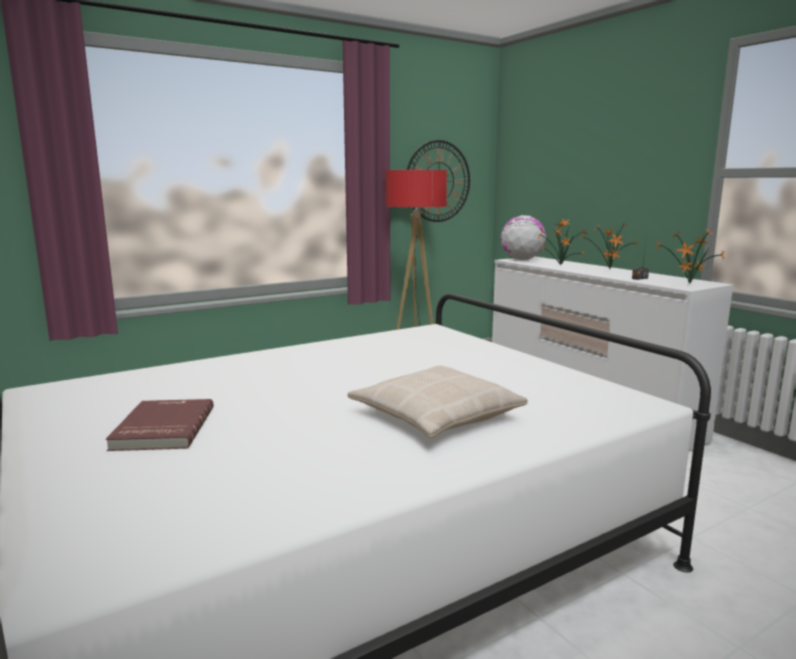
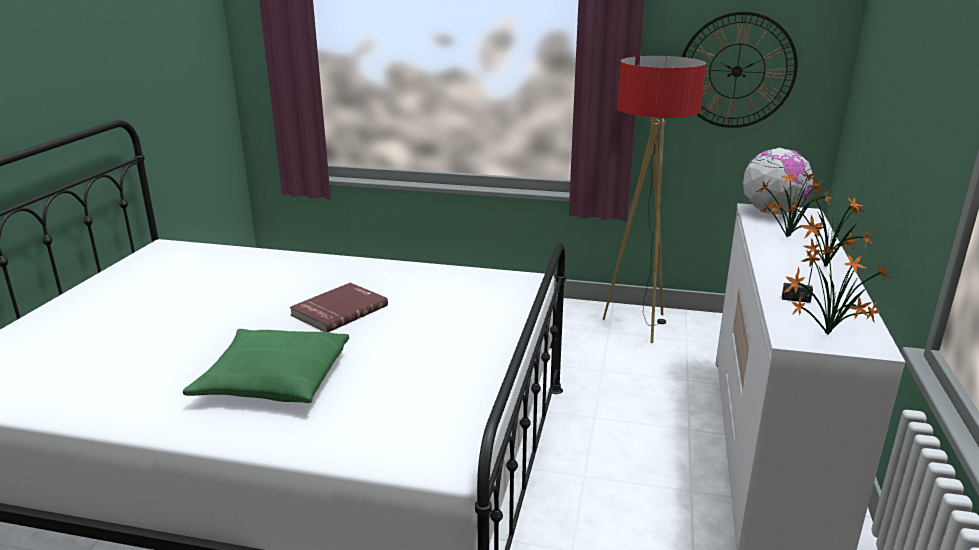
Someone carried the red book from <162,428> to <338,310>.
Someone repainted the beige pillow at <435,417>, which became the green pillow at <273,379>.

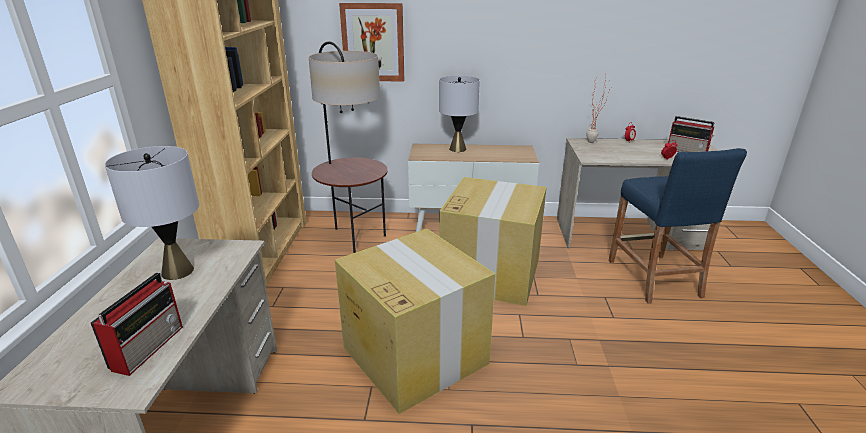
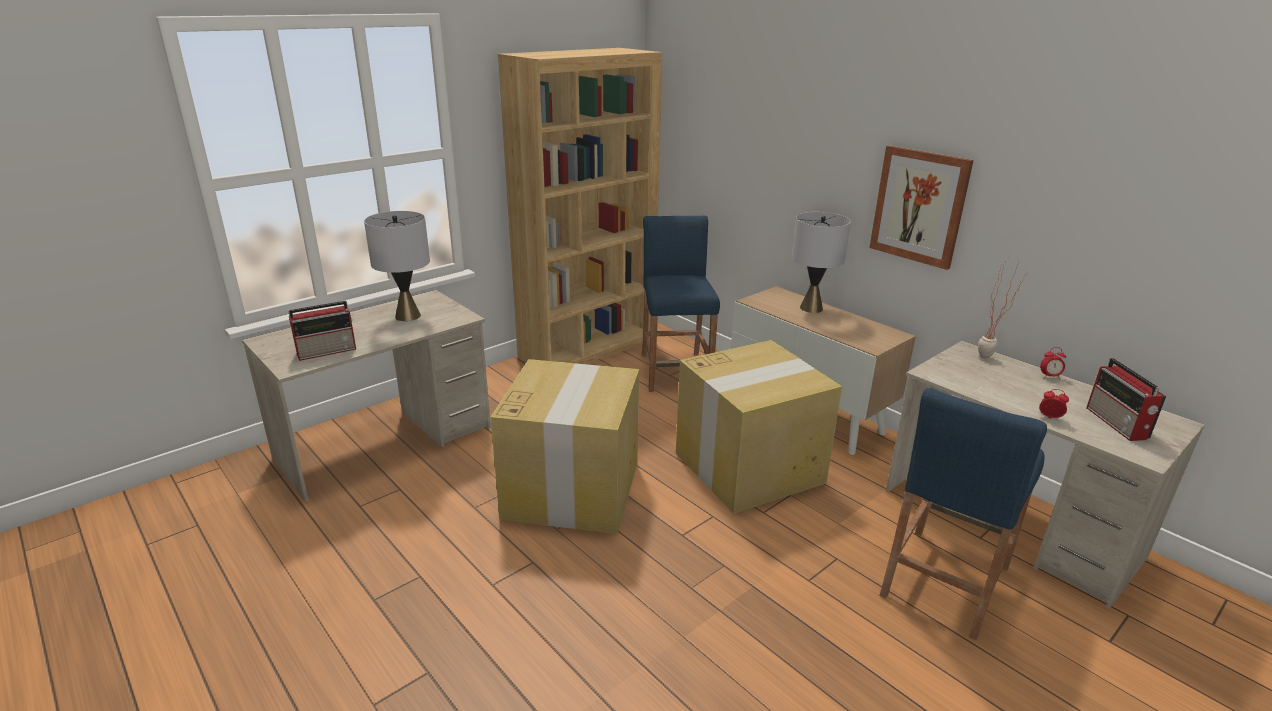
Someone swapped the floor lamp at <355,237> for the blue stool at <675,371>.
Someone carried the picture from <373,42> to <919,206>.

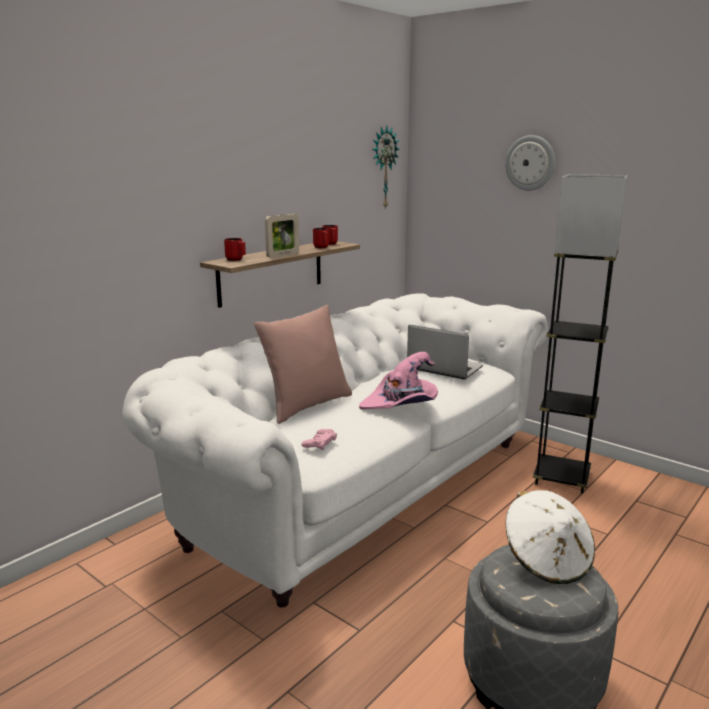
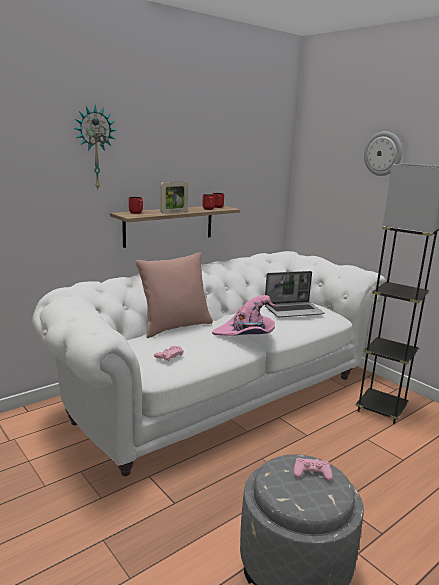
Someone carried the wall clock from <383,167> to <94,148>.
Someone rotated the laptop at <443,368> by 120 degrees clockwise.
Someone swapped the white hat at <547,561> for the pink game controller at <312,472>.

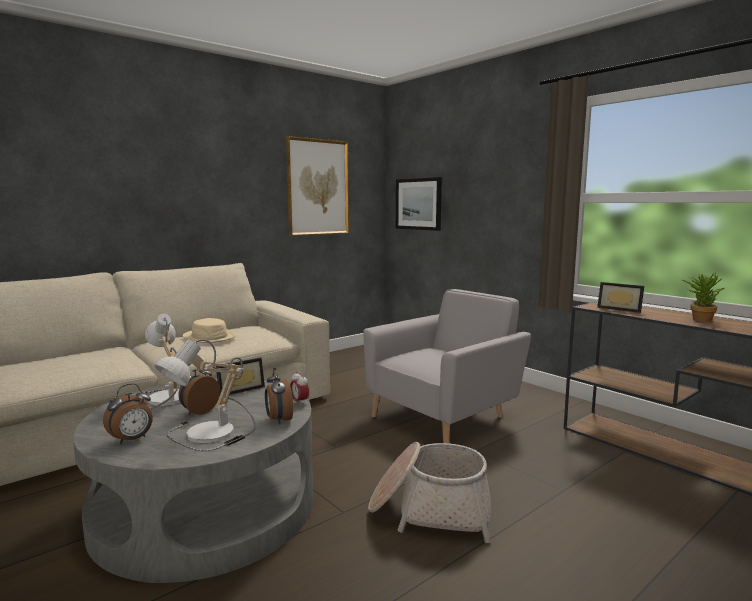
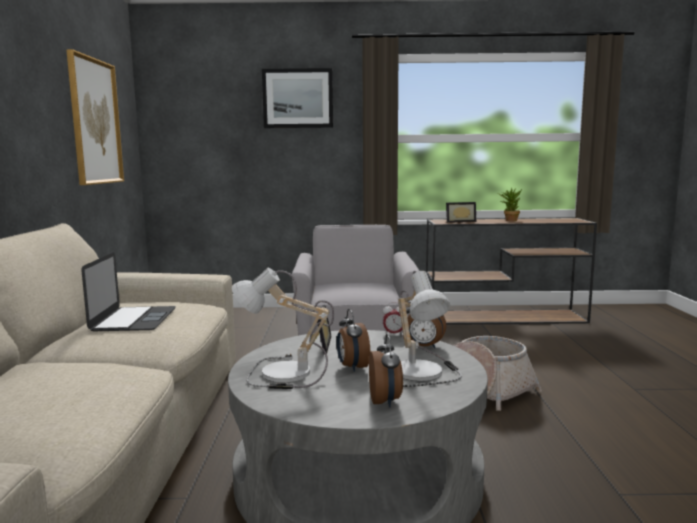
Someone swapped the beige hat at <210,337> for the laptop at <134,319>.
Someone carried the picture from <418,204> to <298,98>.

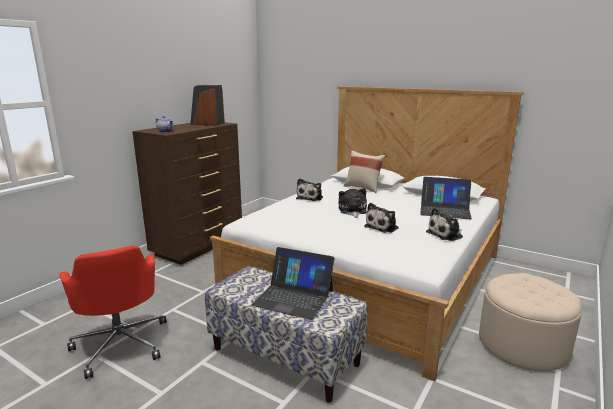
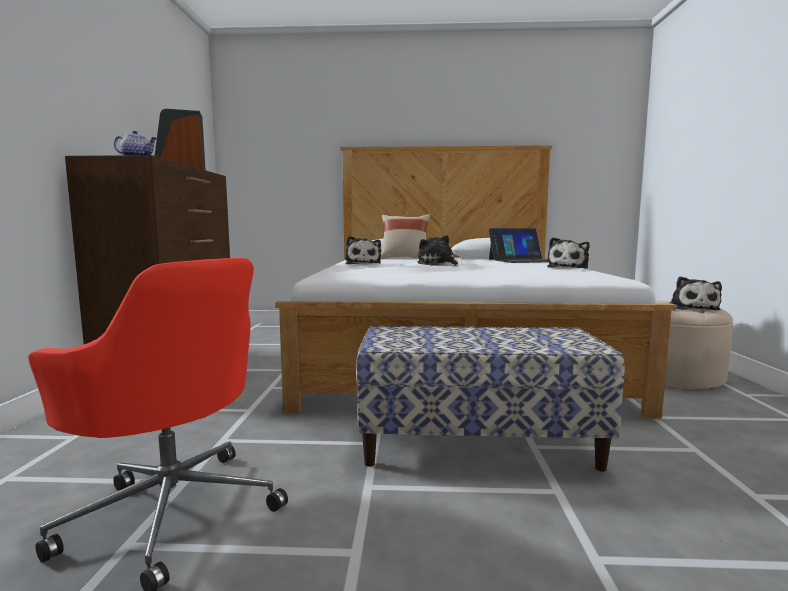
Someone took away the laptop at <293,297>.
Someone carried the plush toy from <383,227> to <692,308>.

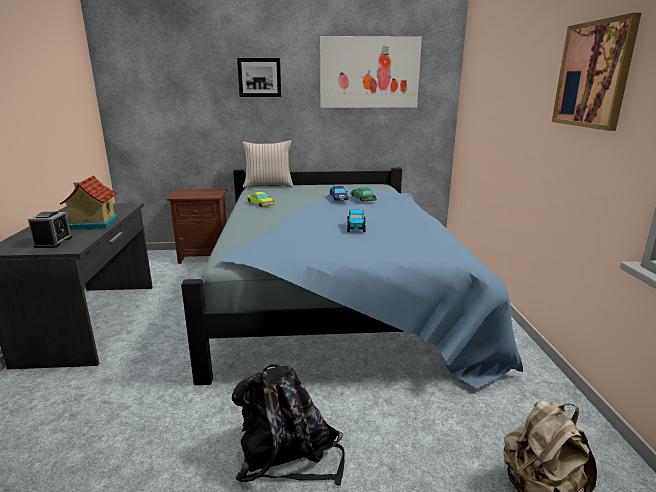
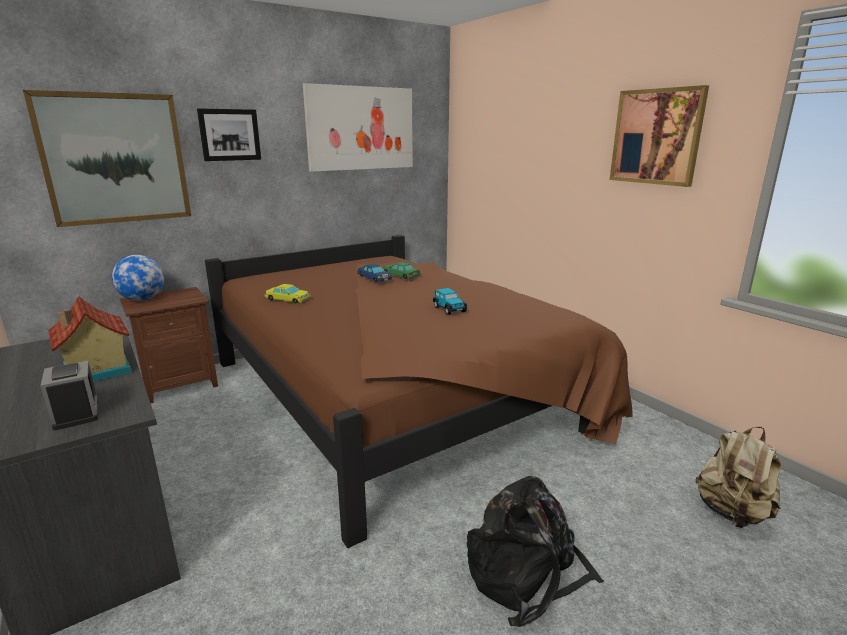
Someone repainted the blue bed at <336,297>, which became the brown bed at <400,394>.
Someone took away the beige pillow at <268,186>.
Someone put up the picture at <115,159>.
Someone put down the globe at <142,299>.

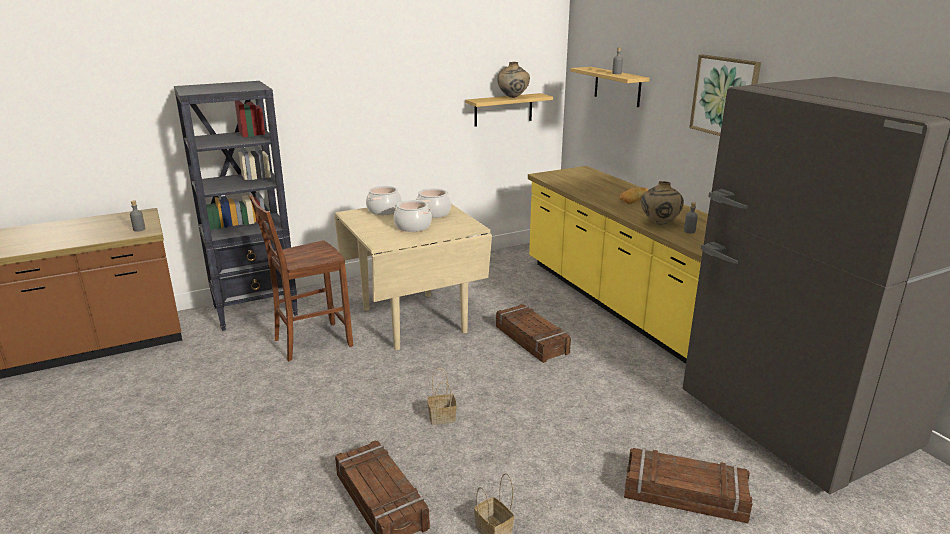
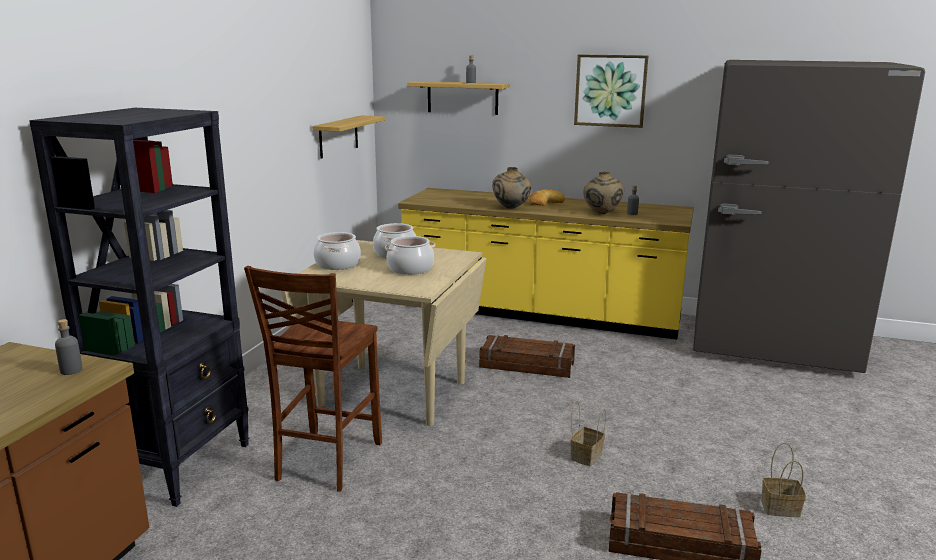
Someone carried the beige vase from <513,97> to <511,208>.
Someone took away the crate at <684,495>.

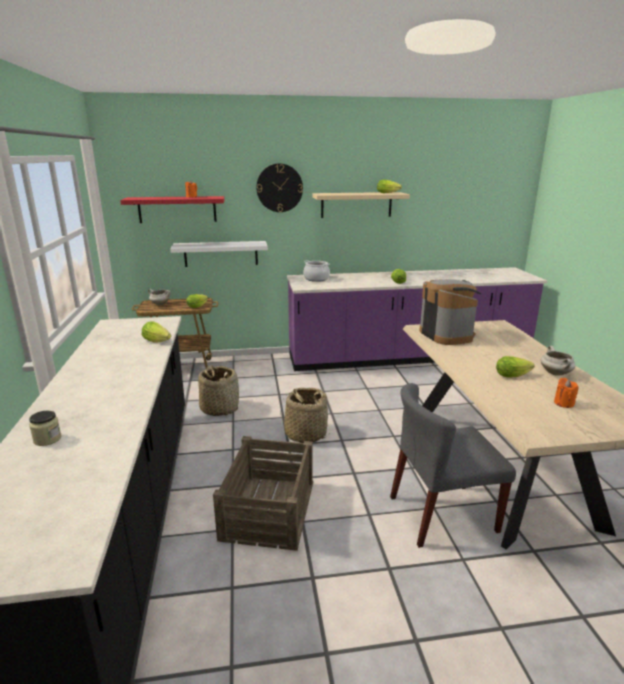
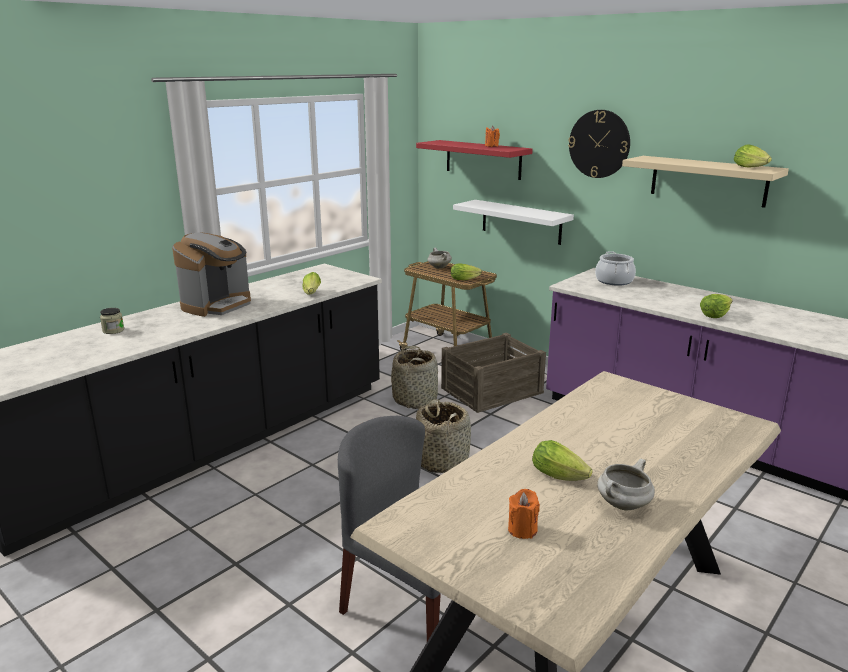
Someone carried the crate from <267,510> to <491,390>.
Someone carried the coffee machine from <446,335> to <217,305>.

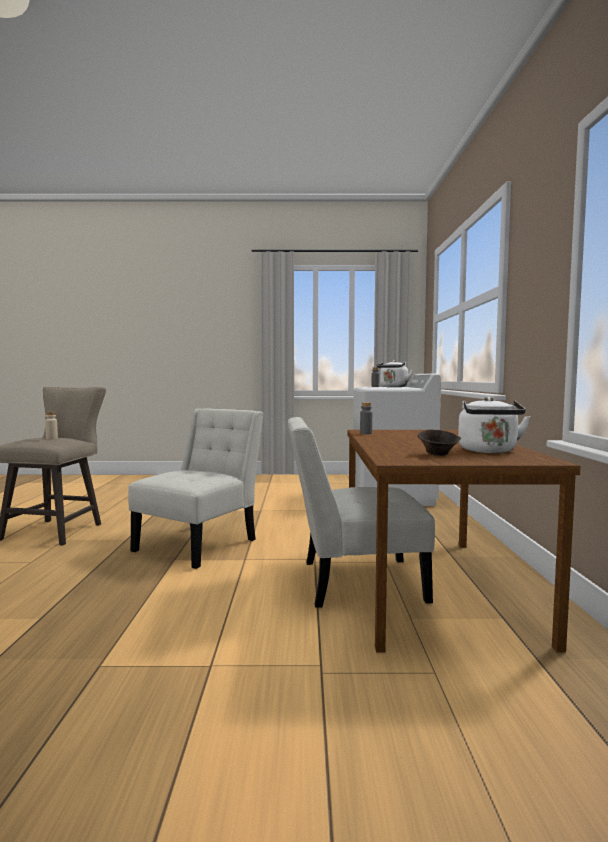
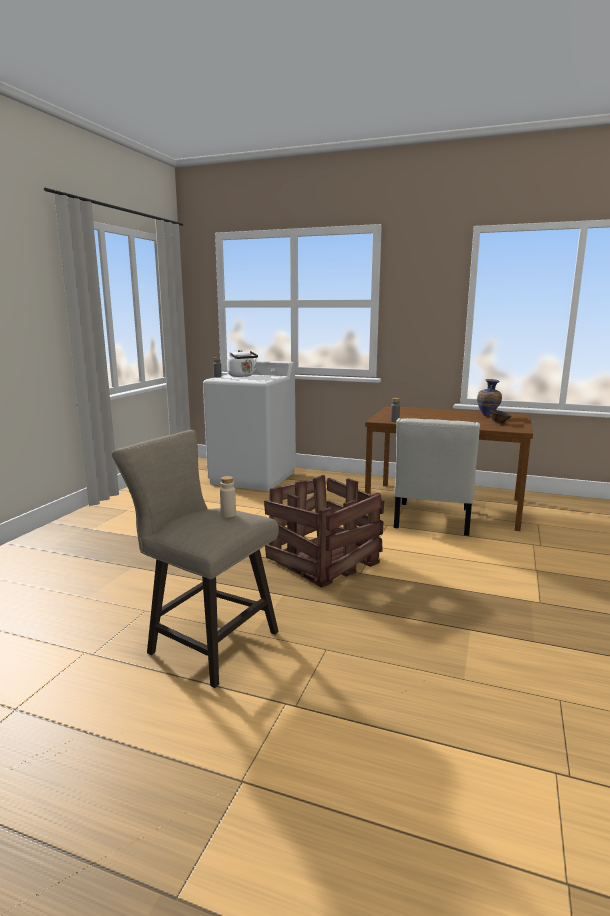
Someone swapped the white chair at <200,543> for the crate at <324,560>.
Someone swapped the white kettle at <489,451> for the vase at <488,416>.

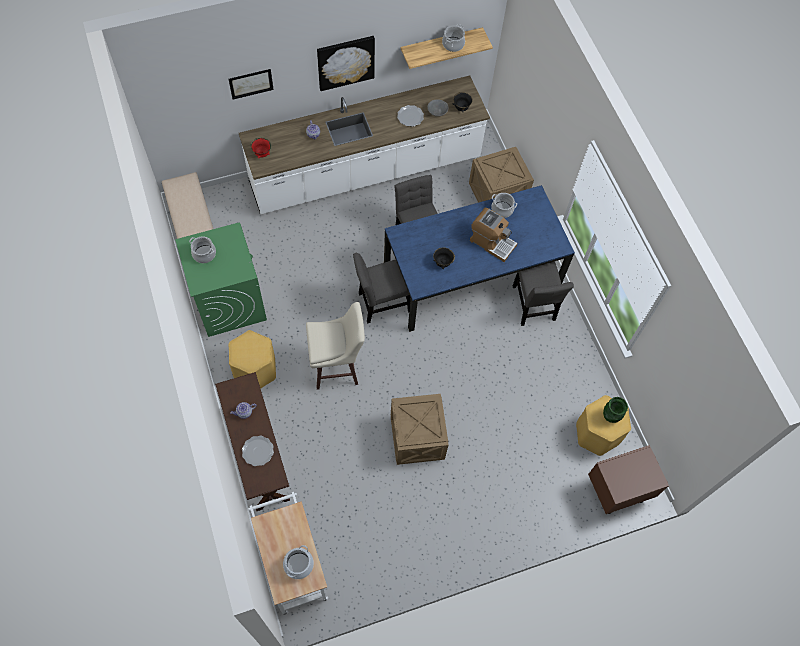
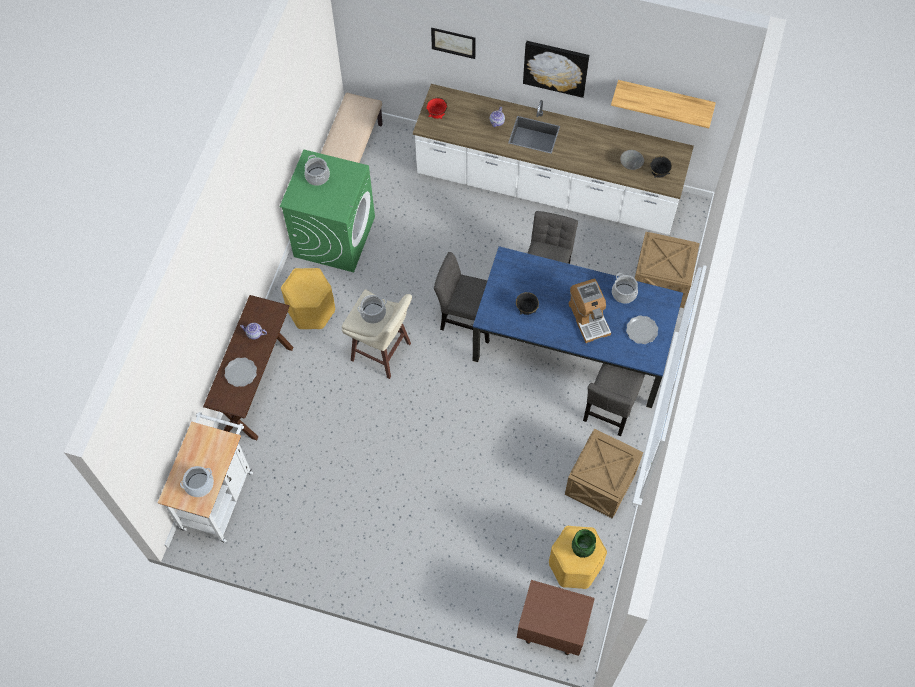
Someone carried the crate from <417,438> to <600,483>.
Someone carried the plate from <410,116> to <642,330>.
Someone carried the cooking pot from <453,44> to <373,313>.

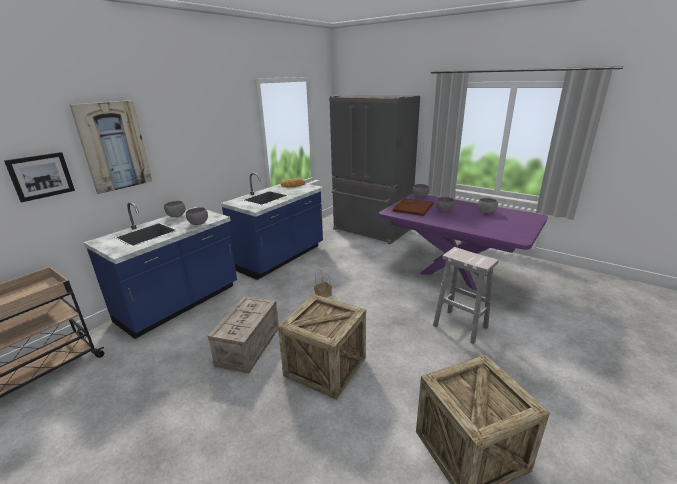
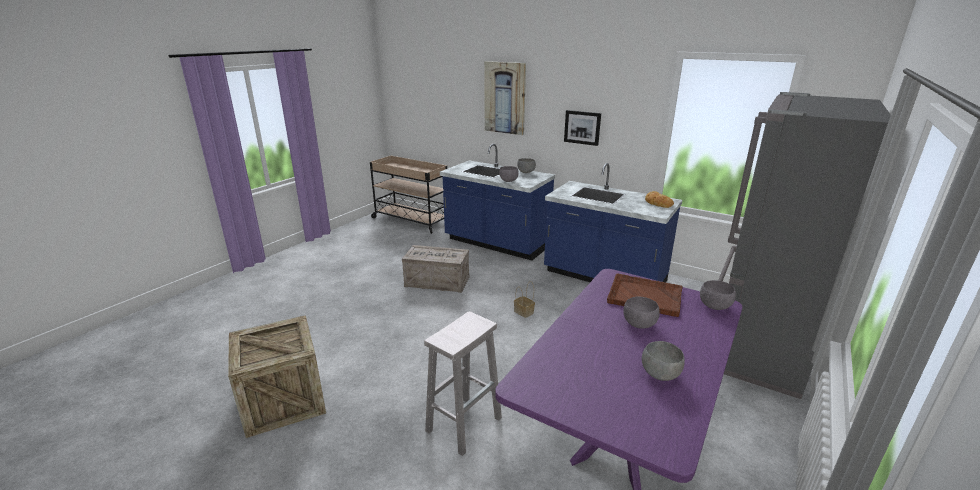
Someone carried the picture from <41,176> to <582,127>.
Someone took away the crate at <325,366>.

